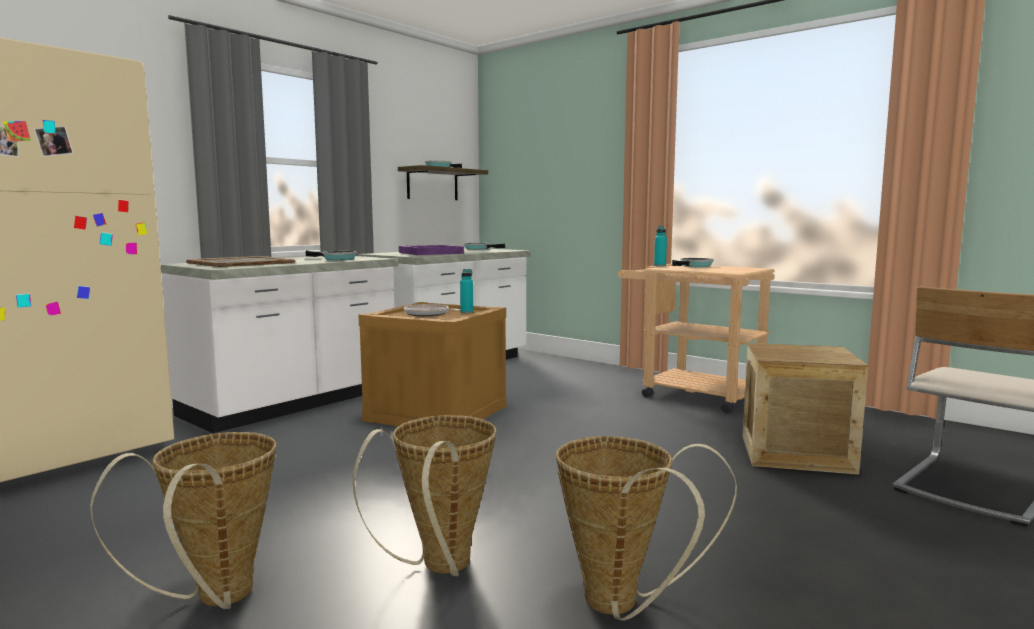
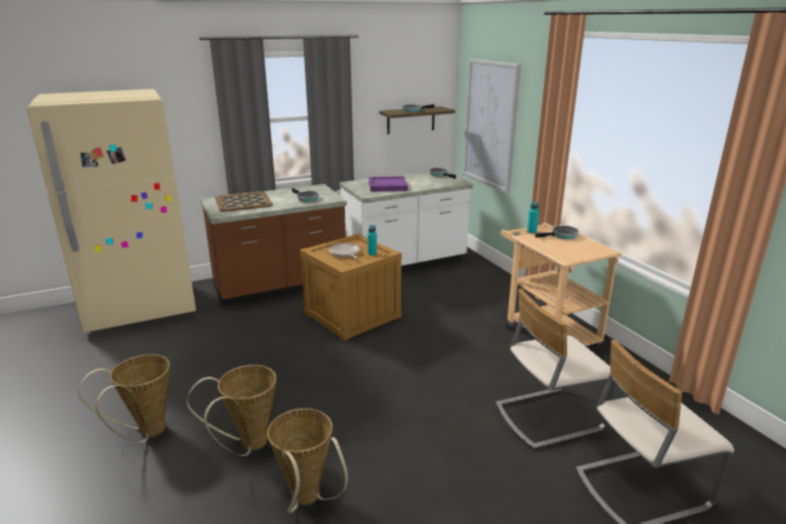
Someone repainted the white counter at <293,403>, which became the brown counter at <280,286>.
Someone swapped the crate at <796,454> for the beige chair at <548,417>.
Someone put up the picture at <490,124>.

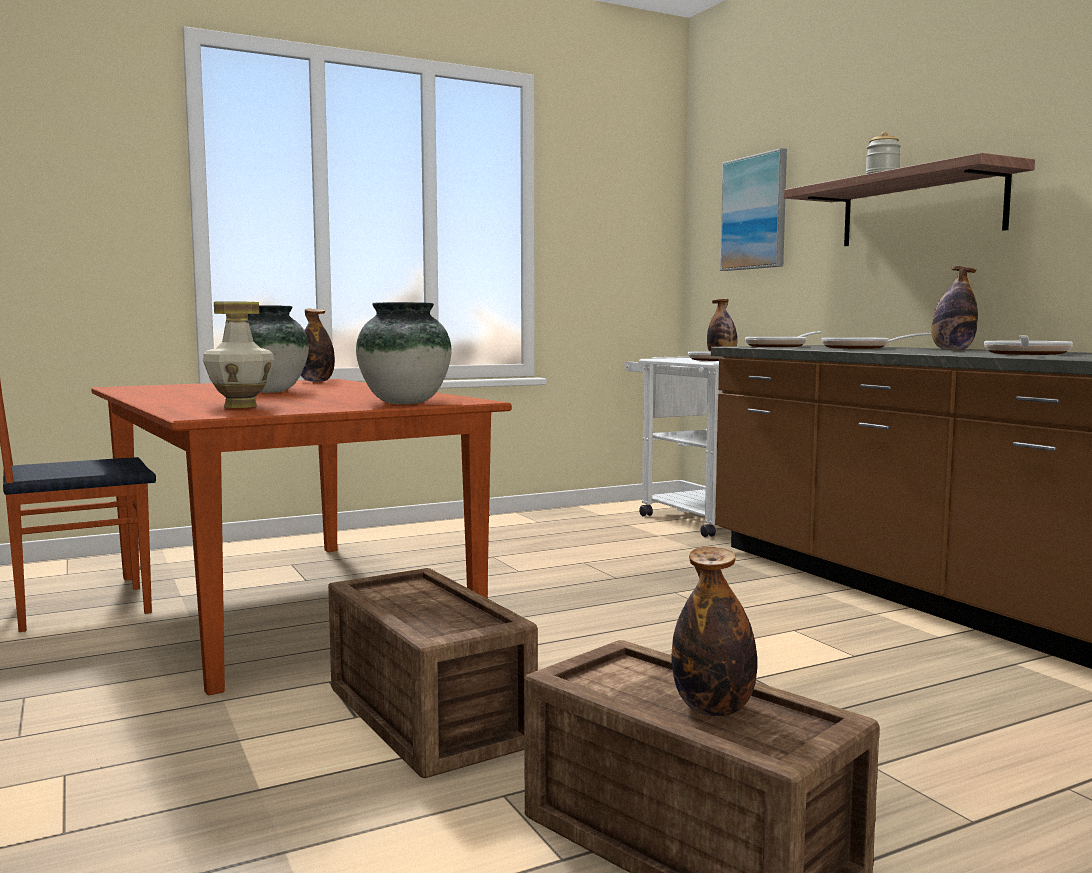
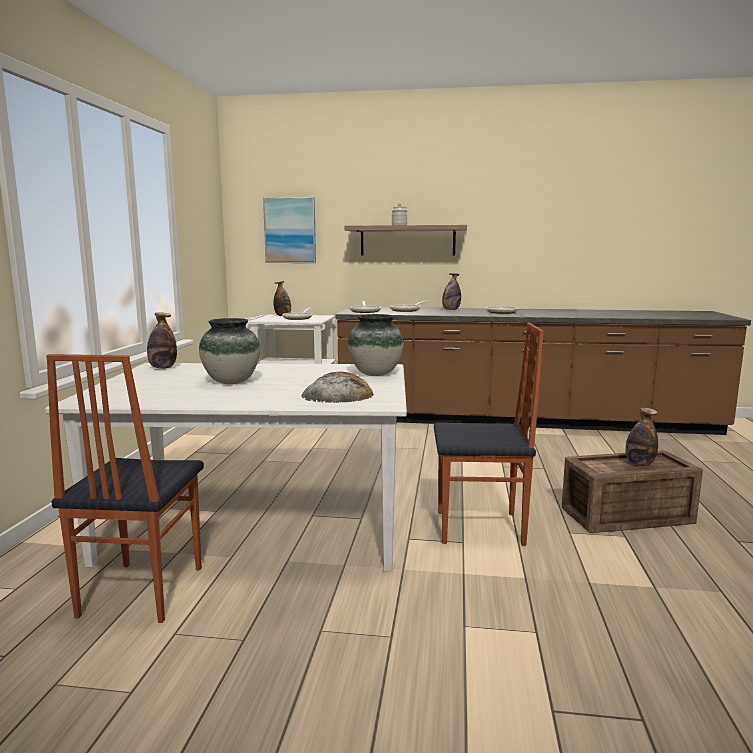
Someone repainted the brown dining table at <284,604>, which became the white dining table at <257,526>.
Someone swapped the vase at <240,406> for the bread at <338,394>.
Someone swapped the crate at <425,718> for the chair at <480,529>.

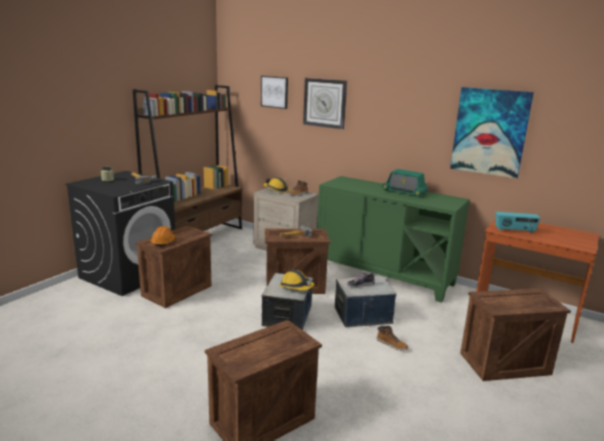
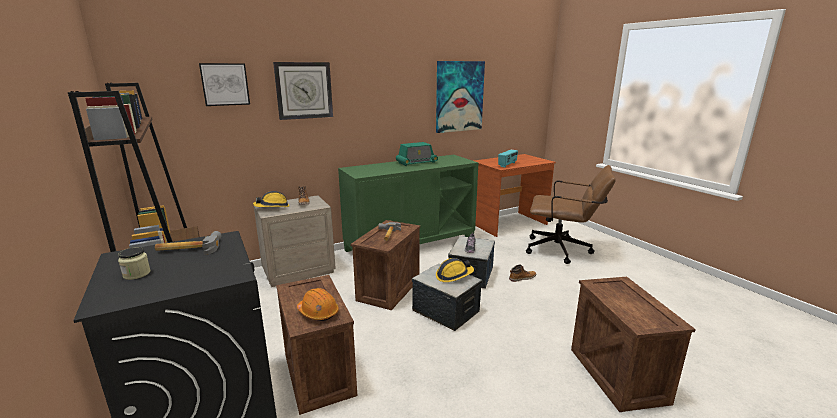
Someone swapped the crate at <504,364> for the brown office chair at <563,250>.

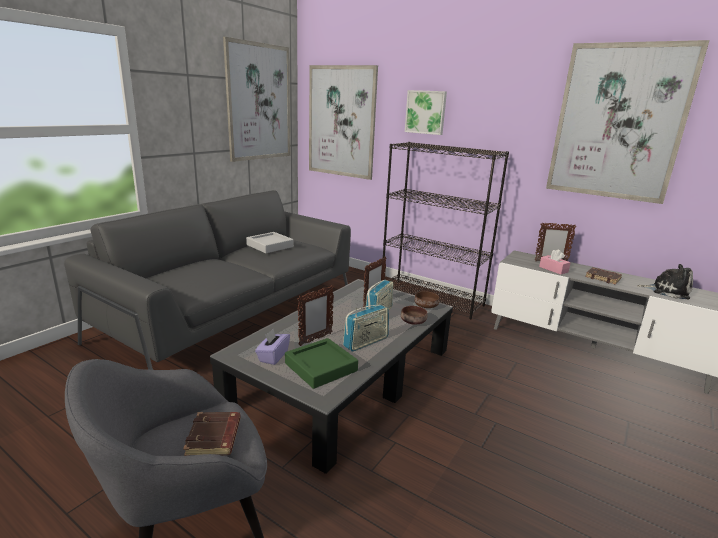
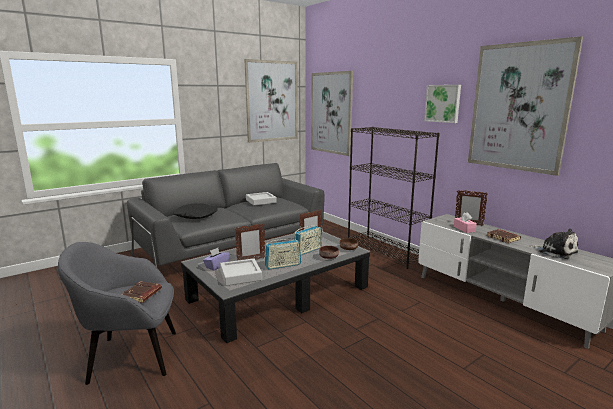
Someone repainted the green tray at <321,367>, which became the grey tray at <240,275>.
Someone carried the picture from <426,112> to <443,103>.
Someone put down the black pillow at <196,215>.

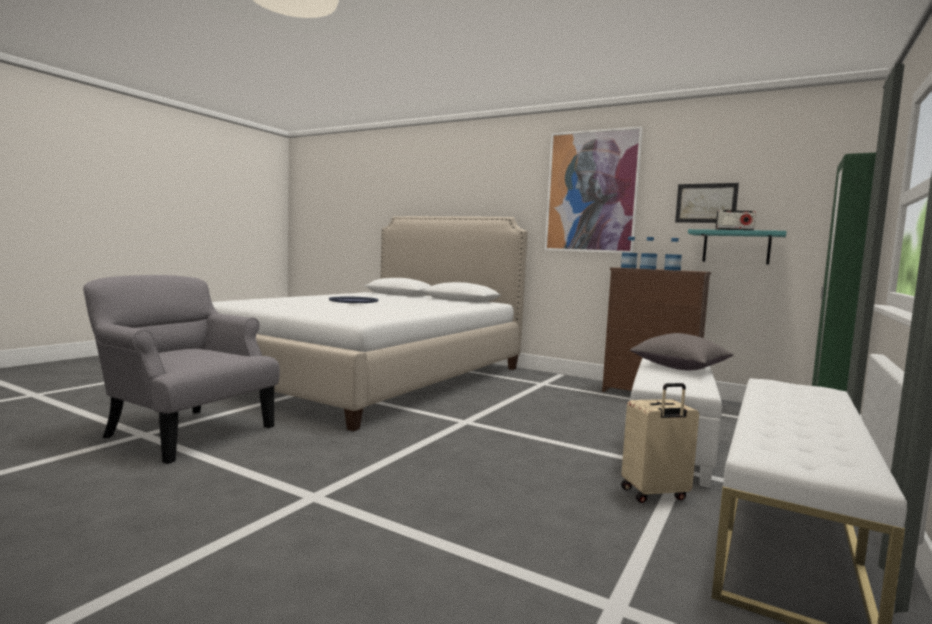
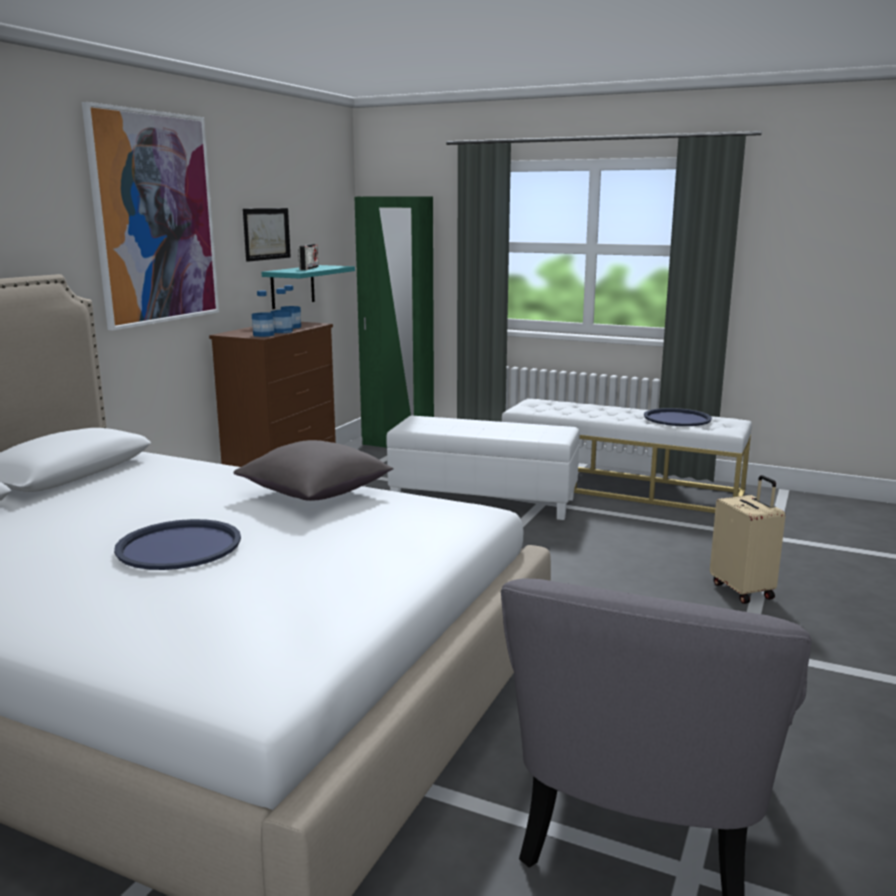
Someone carried the beige suitcase from <655,494> to <743,590>.
Someone carried the grey pillow from <679,368> to <315,494>.
Someone put down the blue tray at <677,418>.

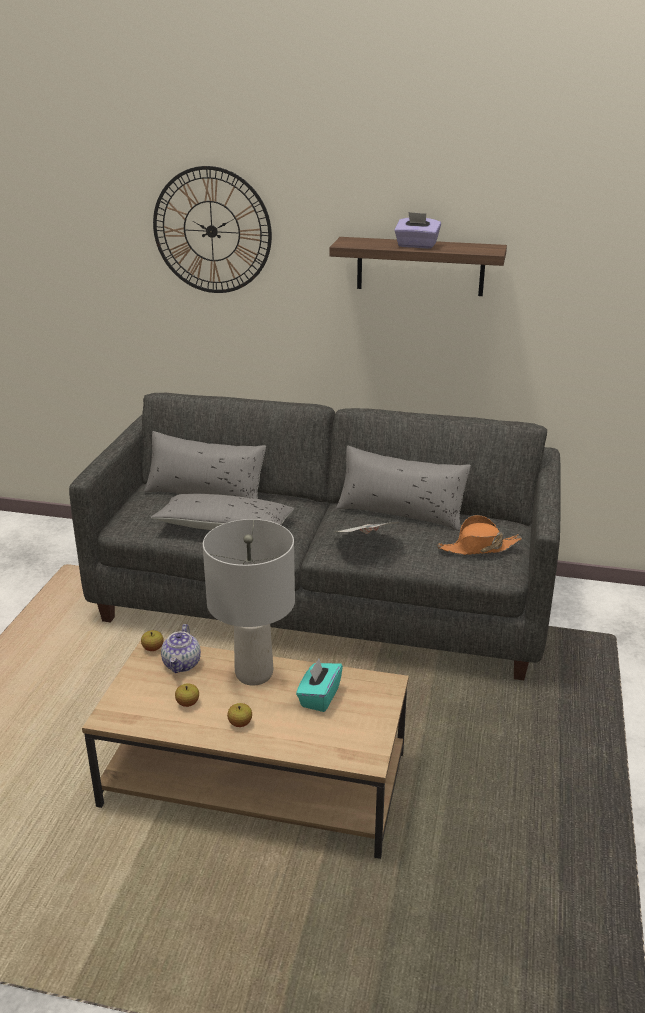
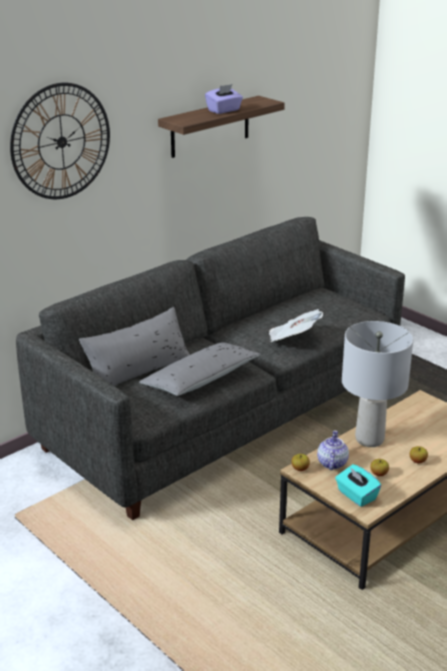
Someone rotated the teapot at <182,664> by 120 degrees counterclockwise.
Someone carried the turquoise tissue box from <319,697> to <356,495>.
Someone took away the grey pillow at <401,512>.
Someone took away the orange hat at <478,548>.

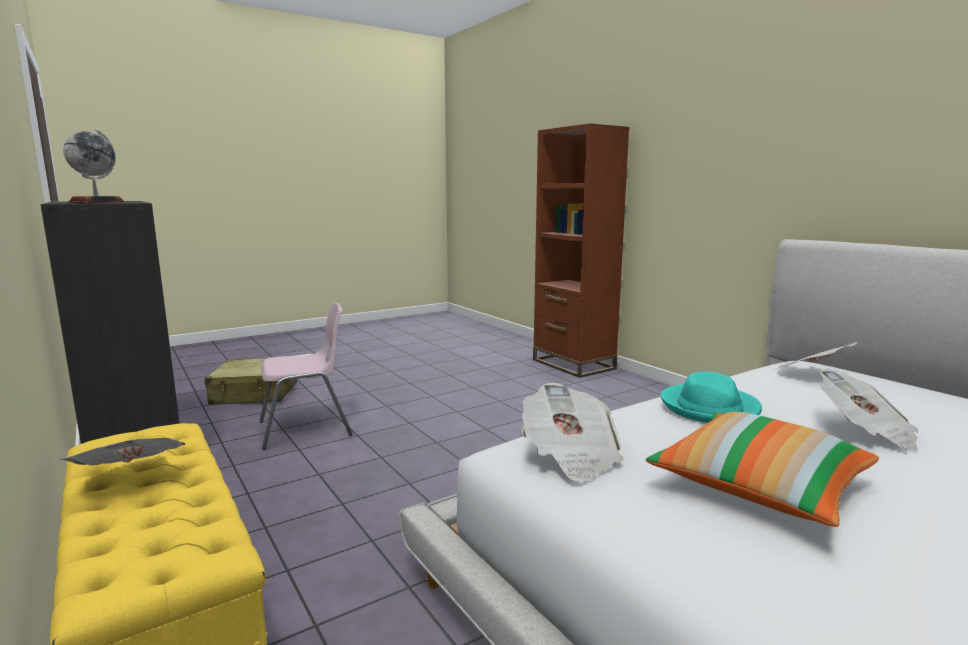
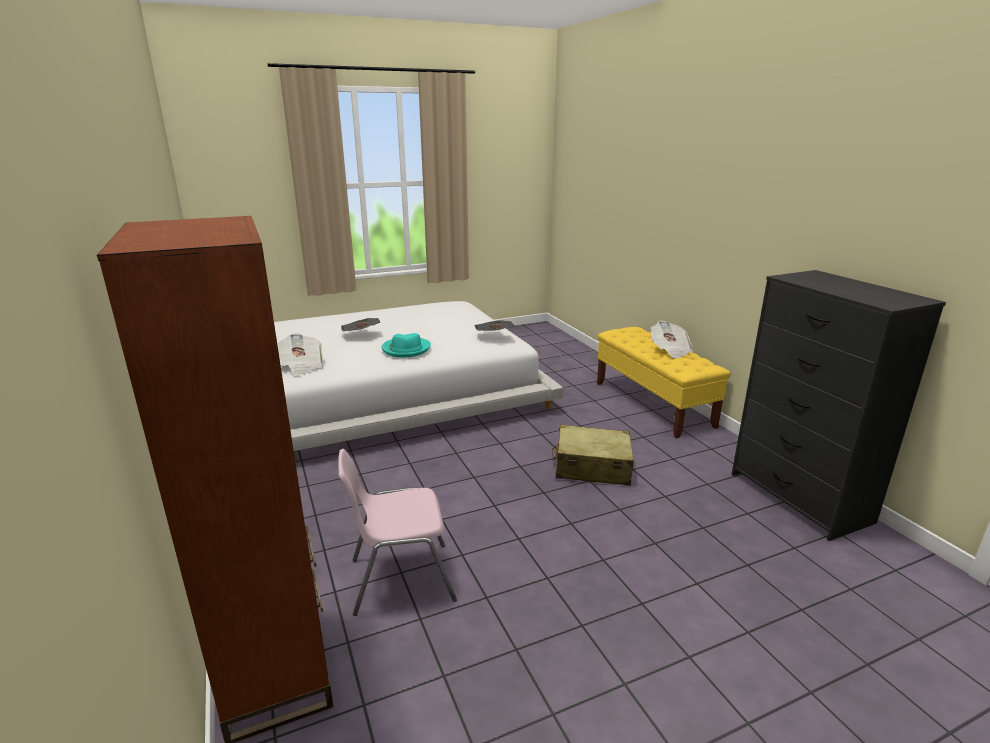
Someone took away the globe at <97,202>.
Someone carried the beige suitcase from <255,394> to <592,467>.
Someone carried the pink chair from <306,429> to <400,578>.
Someone took away the pillow at <759,487>.

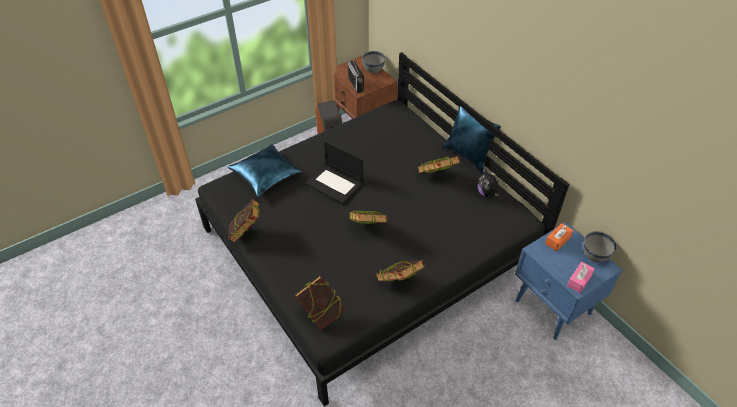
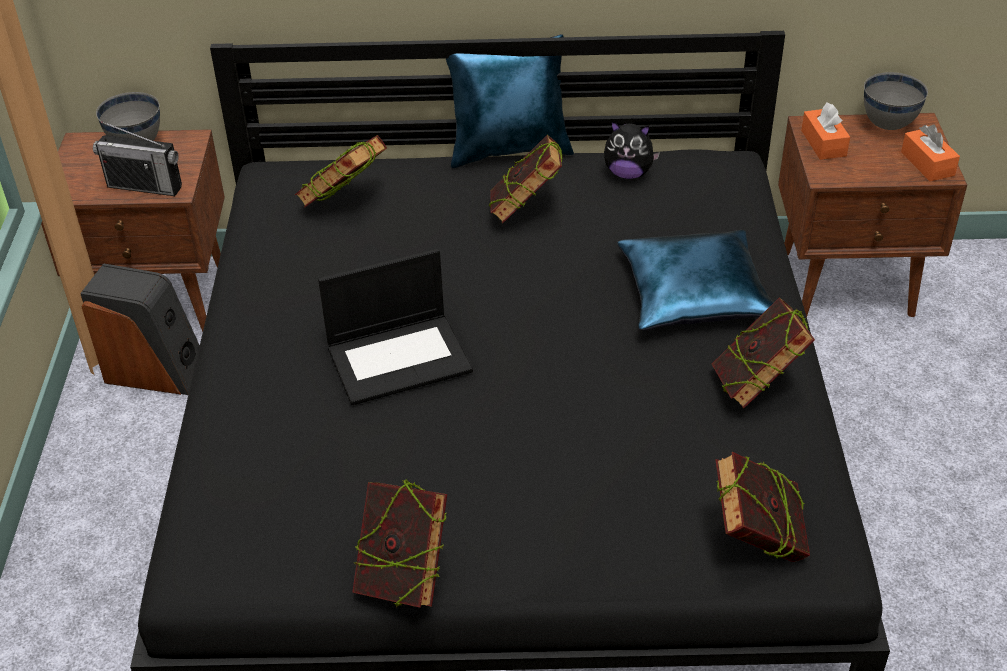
Someone carried the blue pillow from <266,175> to <695,294>.
Someone carried the book from <367,229> to <345,204>.
Someone repainted the blue nightstand at <553,308>, which became the brown nightstand at <849,283>.
Someone repainted the pink tissue box at <579,280>, which became the orange tissue box at <927,164>.

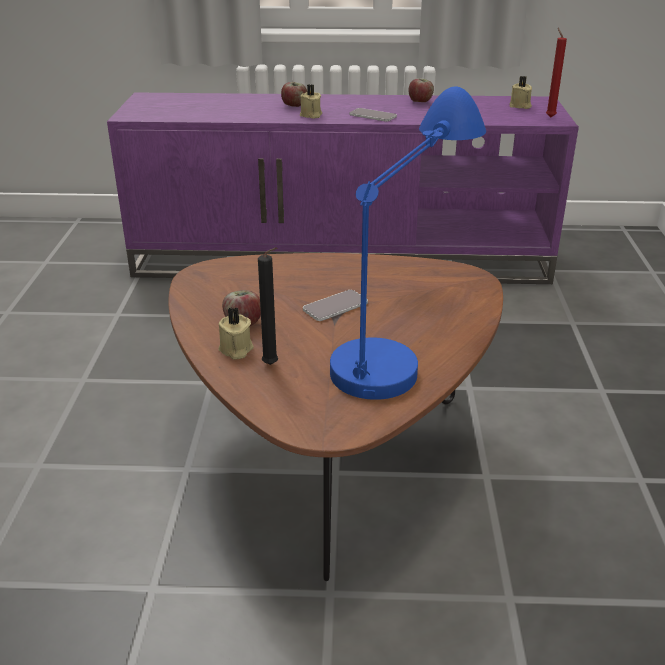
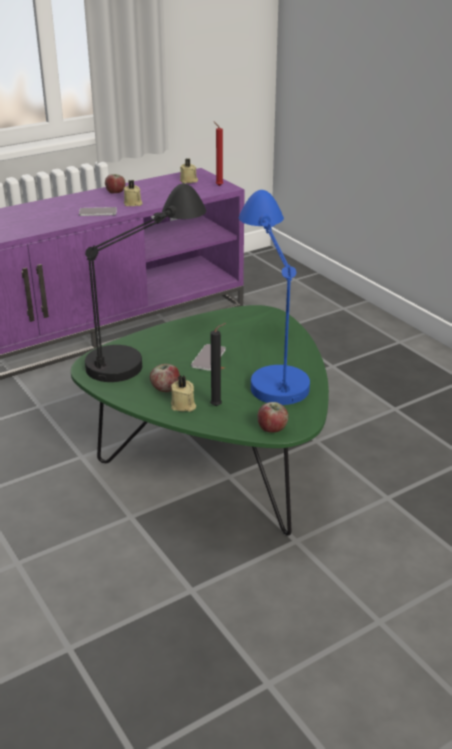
Someone repainted the brown coffee table at <333,454>, which became the green coffee table at <217,467>.
Someone carried the apple from <294,106> to <272,429>.
Someone carried the beige candle from <311,115> to <133,204>.
Someone put down the black table lamp at <146,346>.

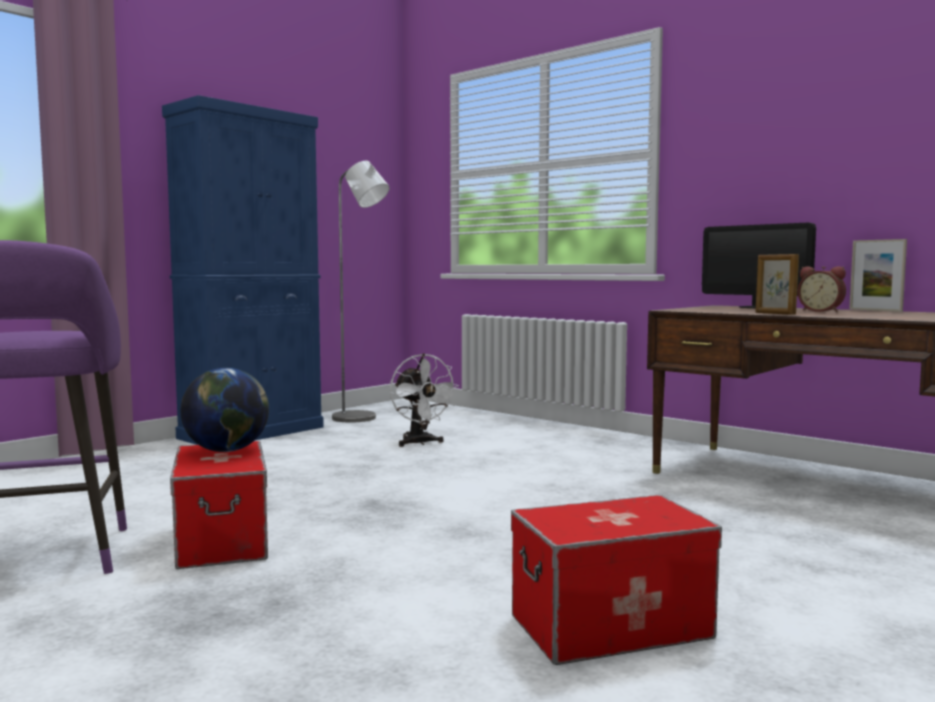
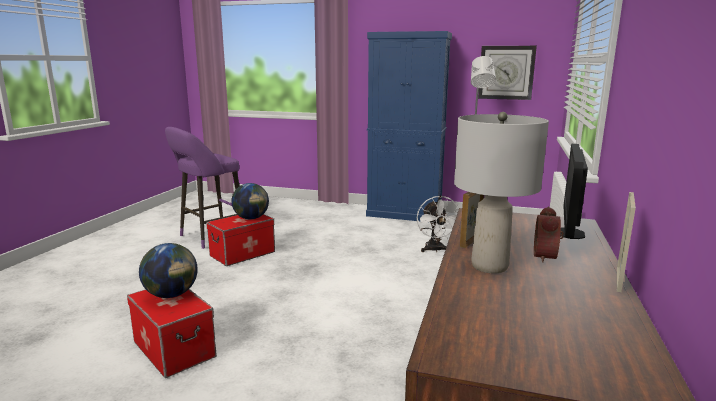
Someone rotated the white fan at <420,443> by 45 degrees counterclockwise.
Someone put down the globe at <172,295>.
Someone put down the grey table lamp at <489,266>.
Someone put up the wall clock at <506,72>.

